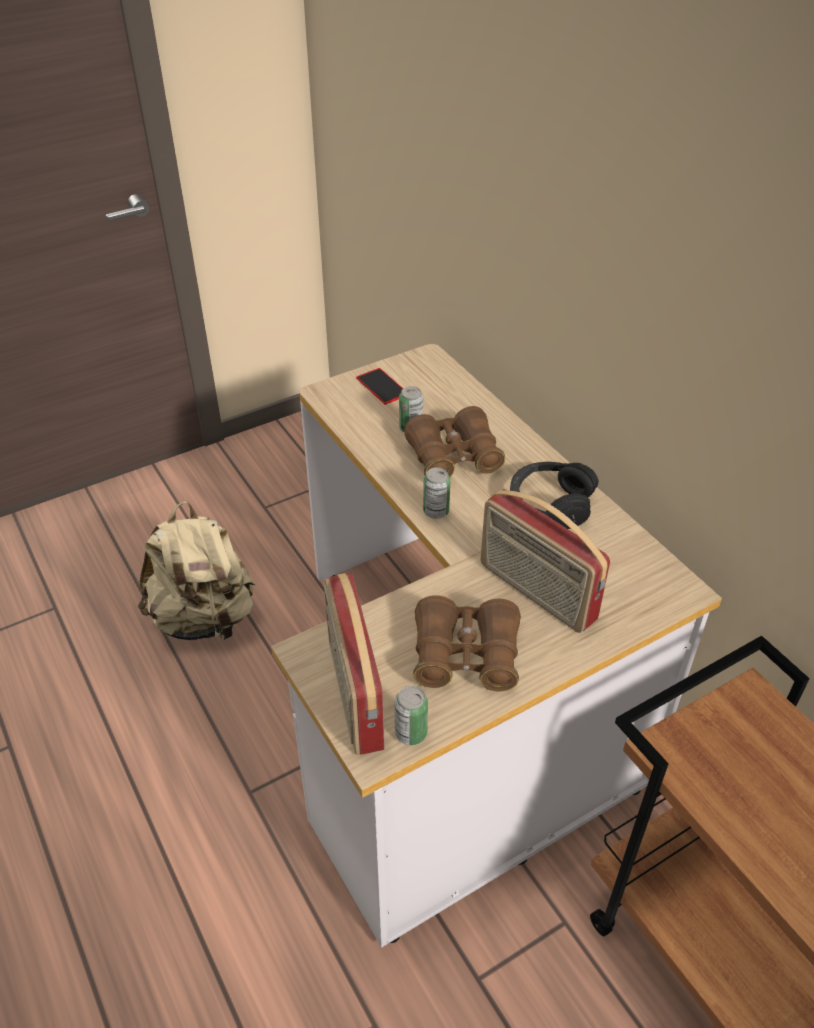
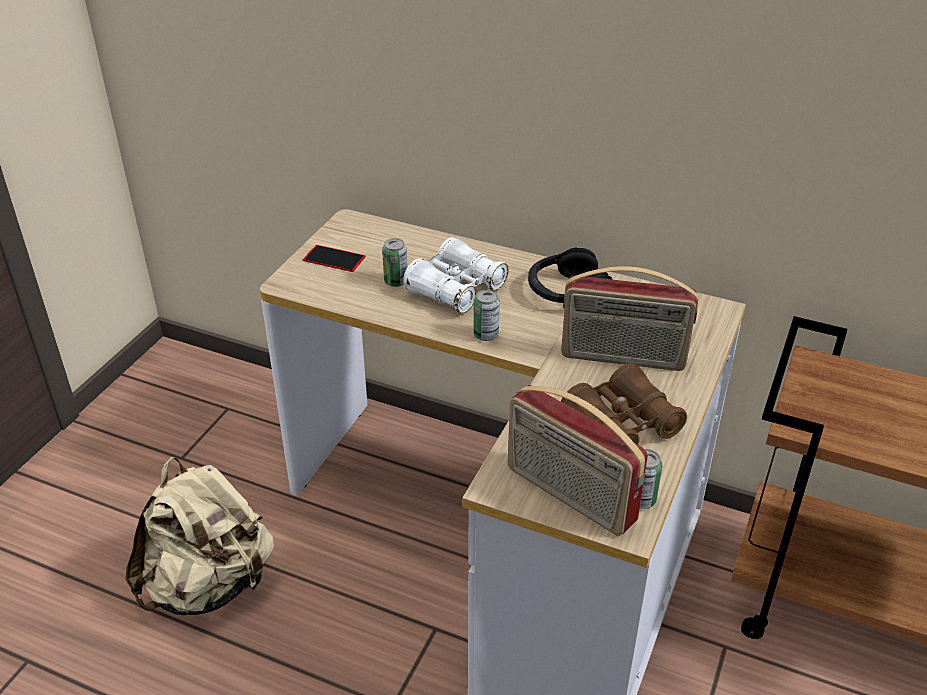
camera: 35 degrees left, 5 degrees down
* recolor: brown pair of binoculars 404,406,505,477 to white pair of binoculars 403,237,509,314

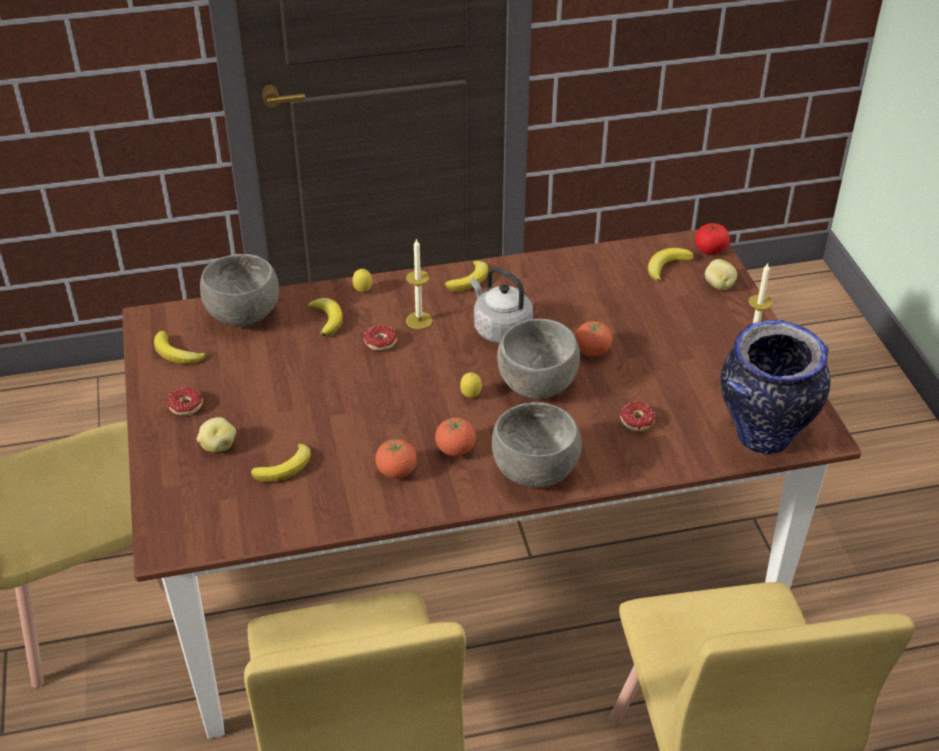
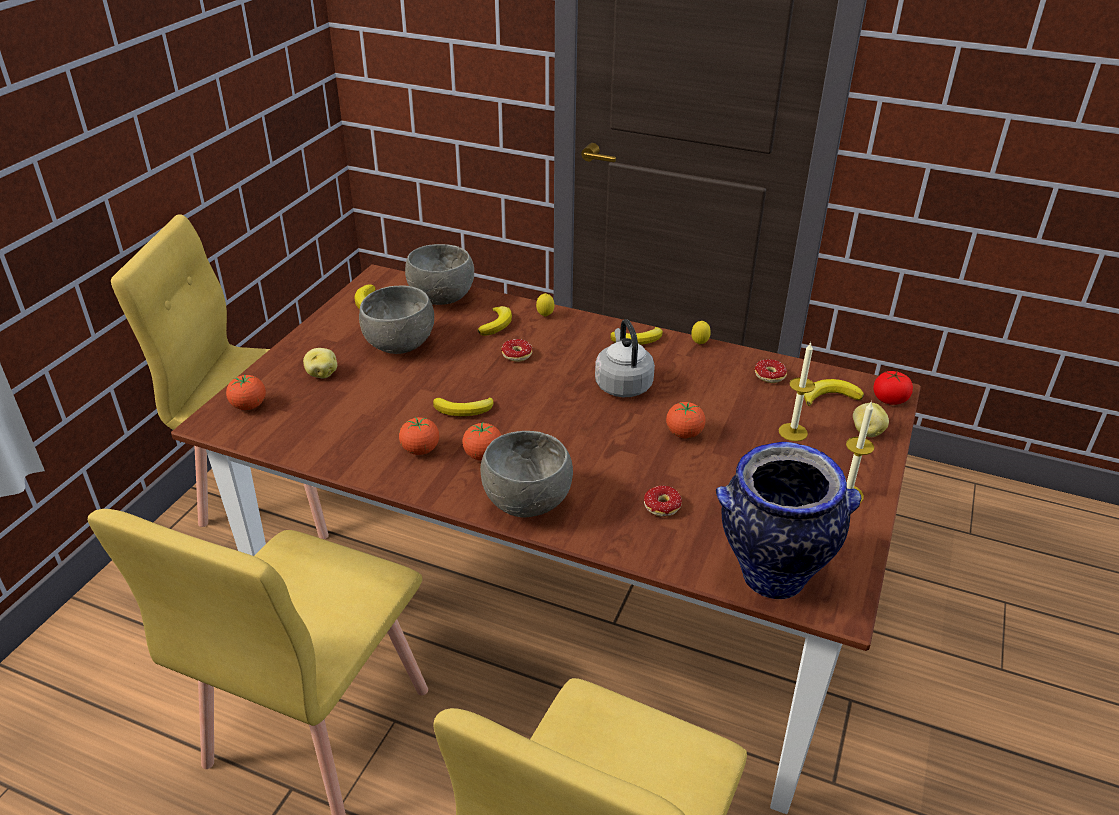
camera: 35 degrees right, 5 degrees down
* move: wax light 406,238,433,329 to 779,343,815,441
* move: gray deep dish 497,319,580,398 to 359,285,434,354
* move: citrus fruit 460,372,482,398 to 691,321,711,345
* move: donut 167,387,203,415 to 755,359,787,383
* move: whole banana 251,444,311,482 to 433,397,494,416
* insert: tomato 226,374,266,410

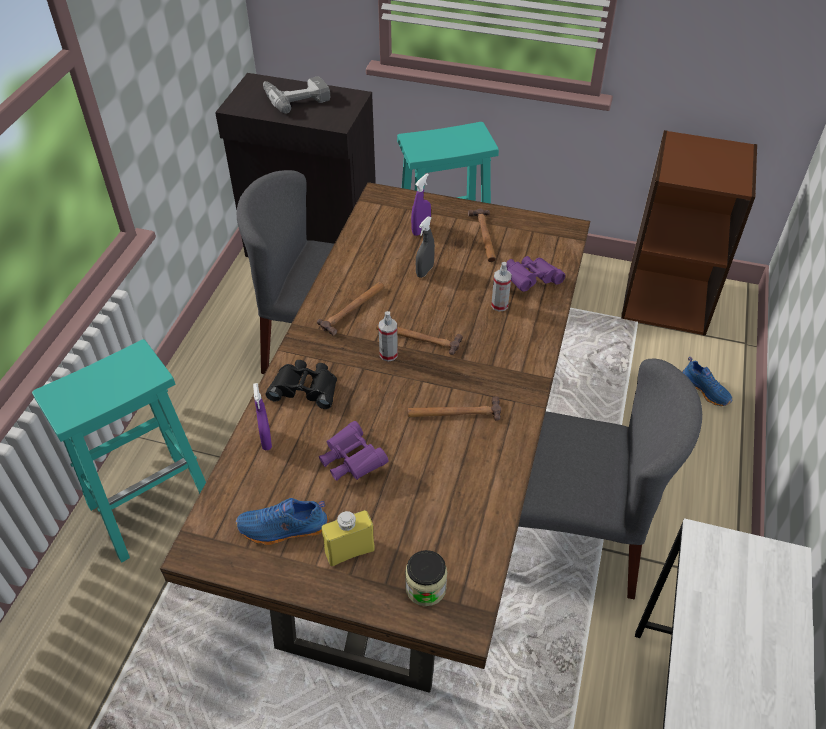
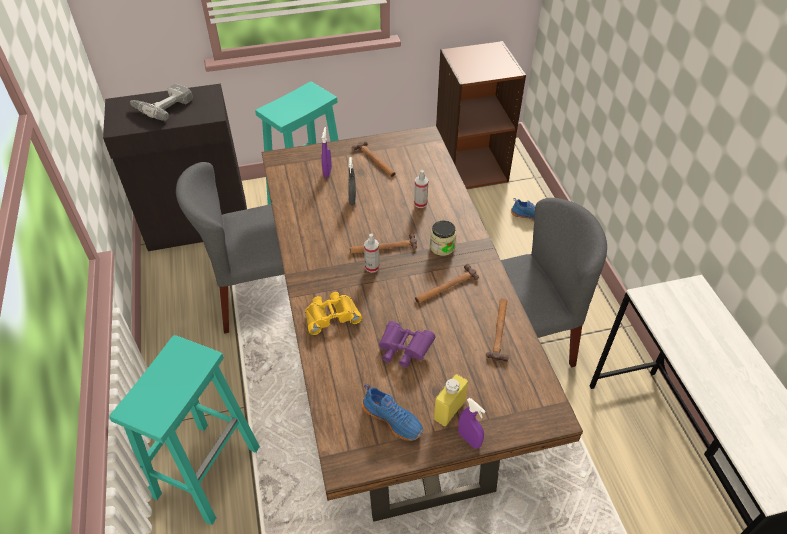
camera: 30 degrees left, 0 degrees up
* delete: purple-coloured pair of binoculars 506,256,565,292
* move: tool hammer 317,282,384,336 to 486,299,509,362
* recolor: black pair of binoculars 266,360,337,409 to yellow pair of binoculars 305,292,362,335
* move: purple-coloured hand sprayer 253,383,272,450 to 458,398,486,449
* rotate: blue-coloured shoe 236,498,329,545 = 362,384,423,441 105 degrees counterclockwise
* move: jar 405,550,447,606 to 430,220,456,256

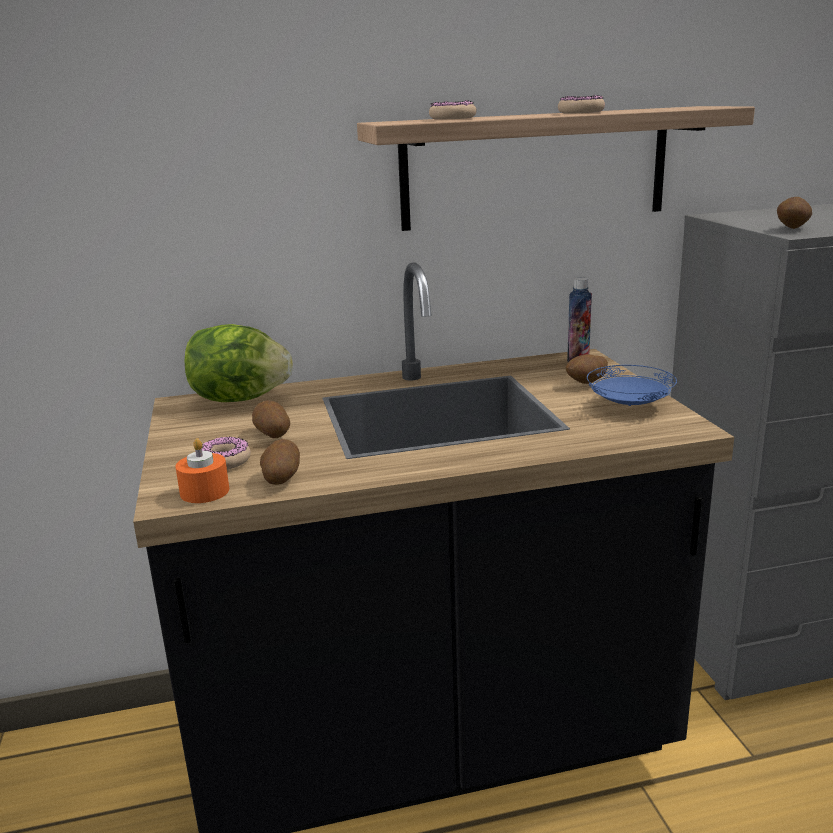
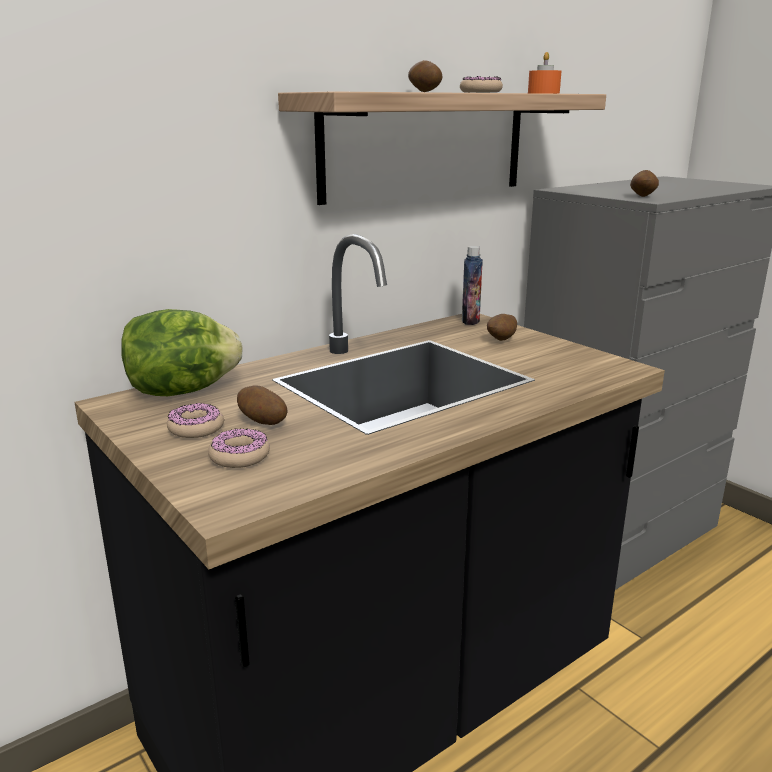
camera: 25 degrees left, 0 degrees up
* move: donut 429,100,477,120 to 167,403,224,438
* delete: blue-coloured plate 587,365,677,406
* move: orange wax light 175,438,229,503 to 528,52,561,94
* move: whole potato 260,439,300,485 to 408,60,443,92

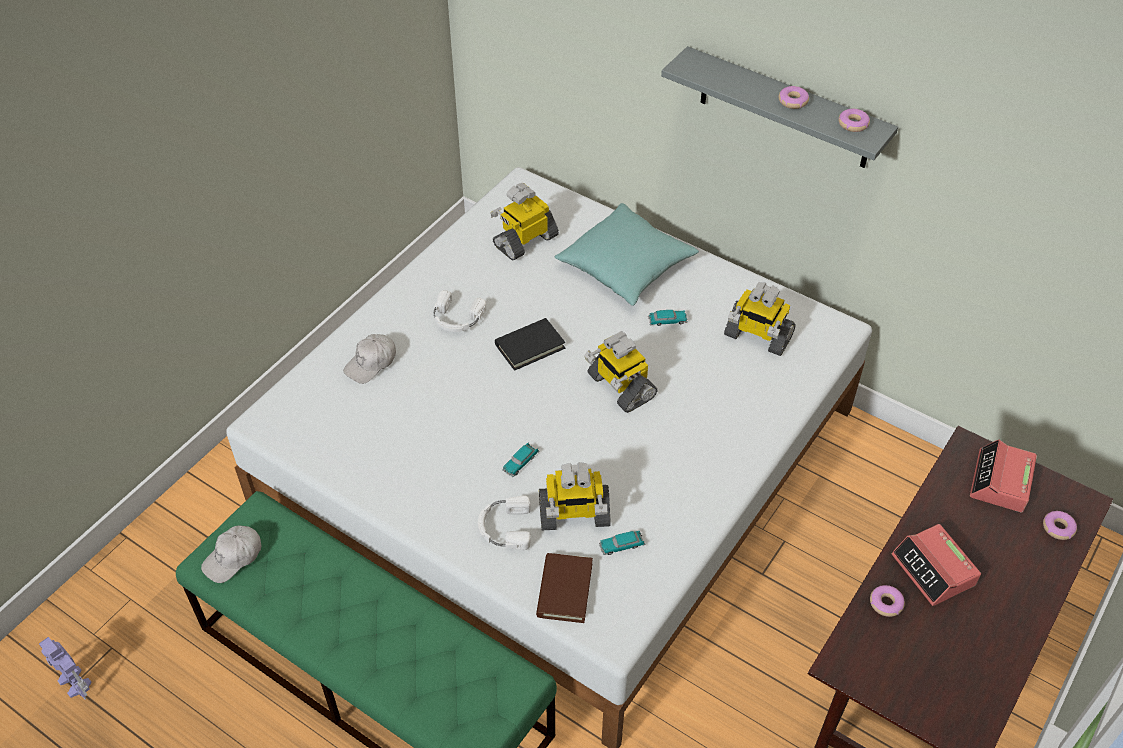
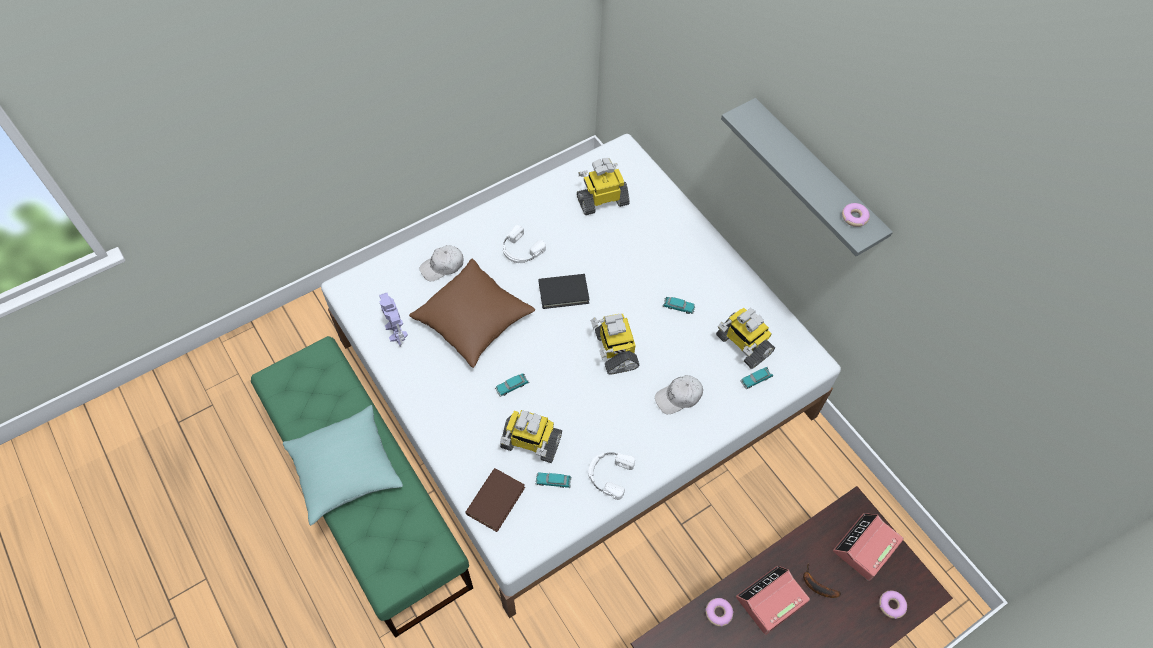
camera: 20 degrees right, 10 degrees up
* delete: donut 779,86,809,109
* move: turquoise-coloured cushion 554,203,699,306 to 283,405,403,526
* move: white headphones 478,495,531,550 to 588,452,635,500
* rotate: table clock 892,524,981,606 = 736,566,810,635 60 degrees clockwise
* move: white baseball cap 201,526,262,583 to 655,375,703,414
* move: robot figure 39,637,92,699 to 379,293,408,347
* insert: brown cushion 409,259,535,368
* insert: miniature car 740,367,773,389
* insert: whole banana 803,564,841,598

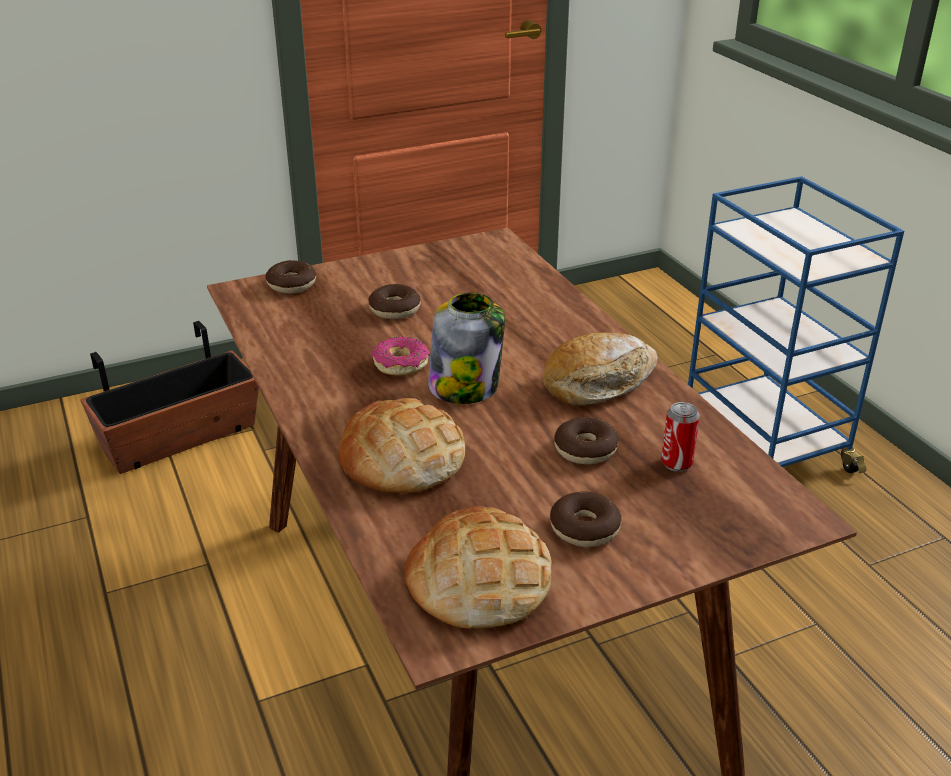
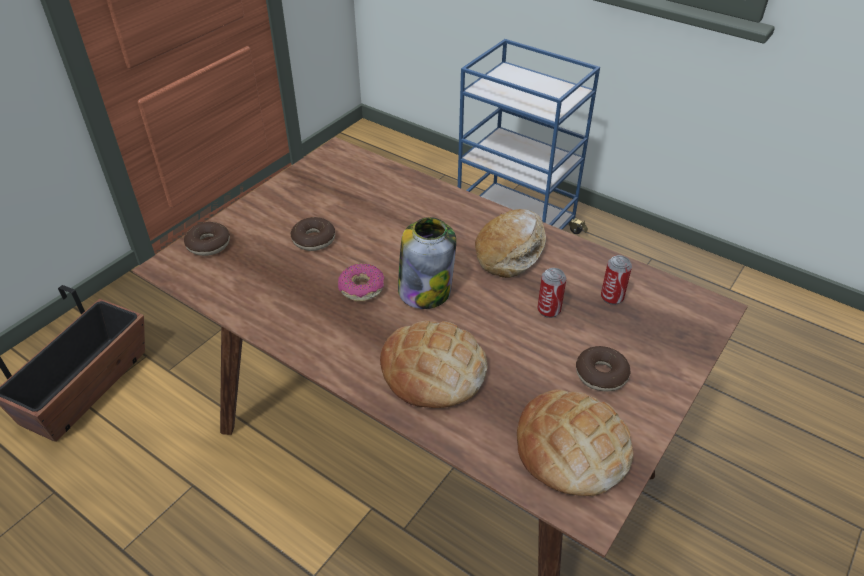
camera: 30 degrees left, 10 degrees up
* replace: donut 554,417,619,464 to sealed can 537,268,566,318

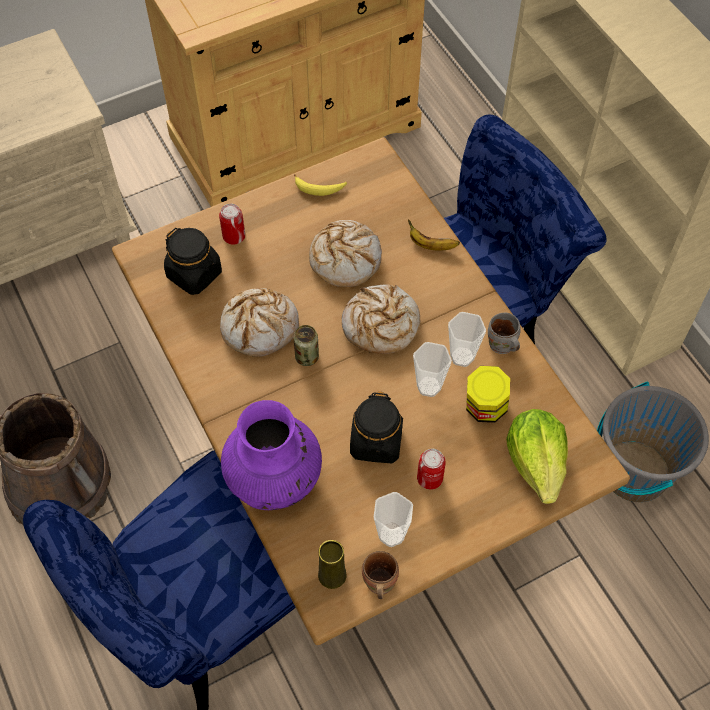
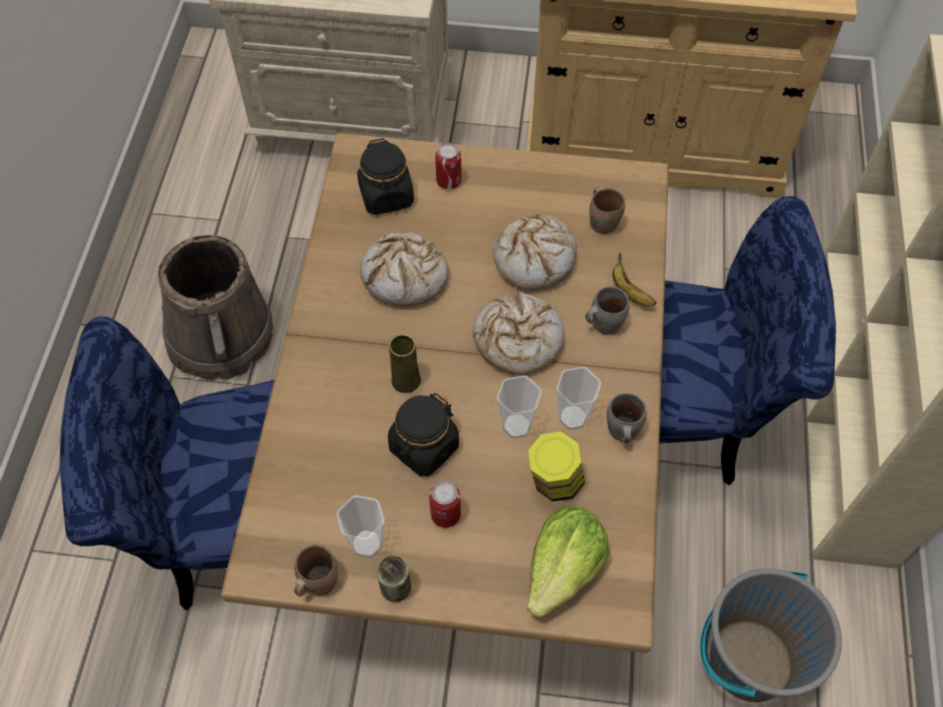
camera: 35 degrees right, 0 degrees up
* delete: whole banana 294,174,347,196
* move: sealed can 293,325,319,366 to 377,556,411,602
* delete: purple-coloured decorative vase 221,400,322,510
* move: yellow decorative vase 318,540,347,589 to 389,334,421,393
* insert: brown tea mug 589,187,625,234
* insert: gray tea mug 586,286,629,335

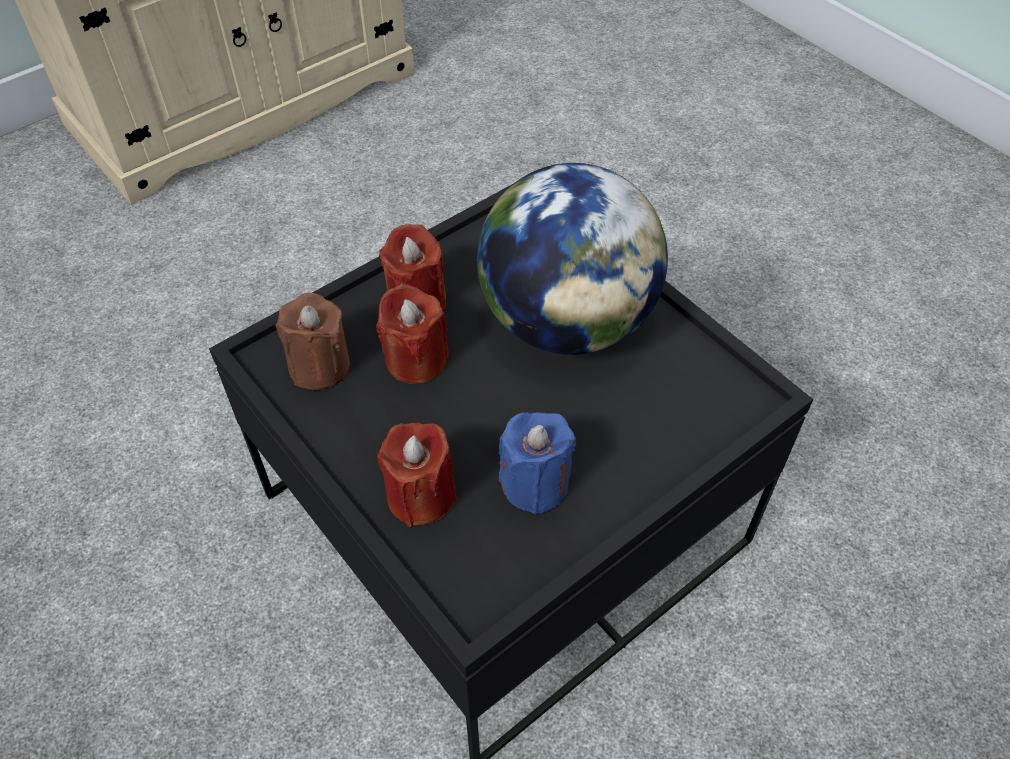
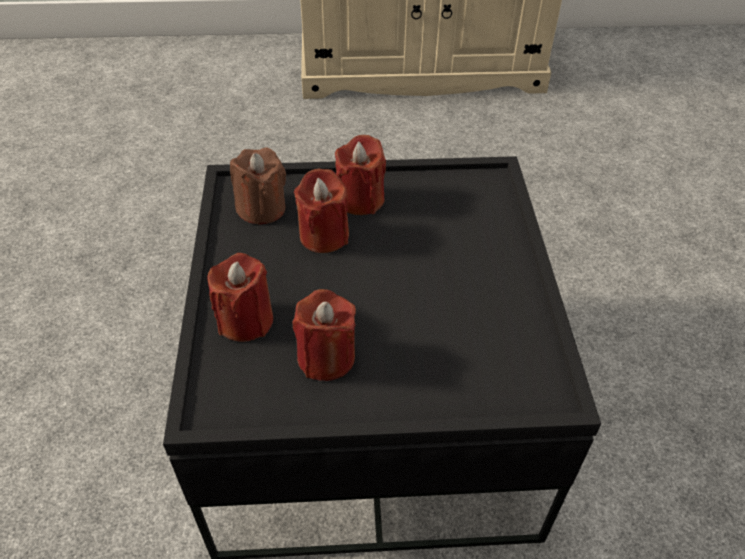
camera: 35 degrees right, 5 degrees down
* delete: world globe 477,163,668,355
* recolor: blue-coloured wax light 499,412,576,515 to red wax light 292,289,356,381

